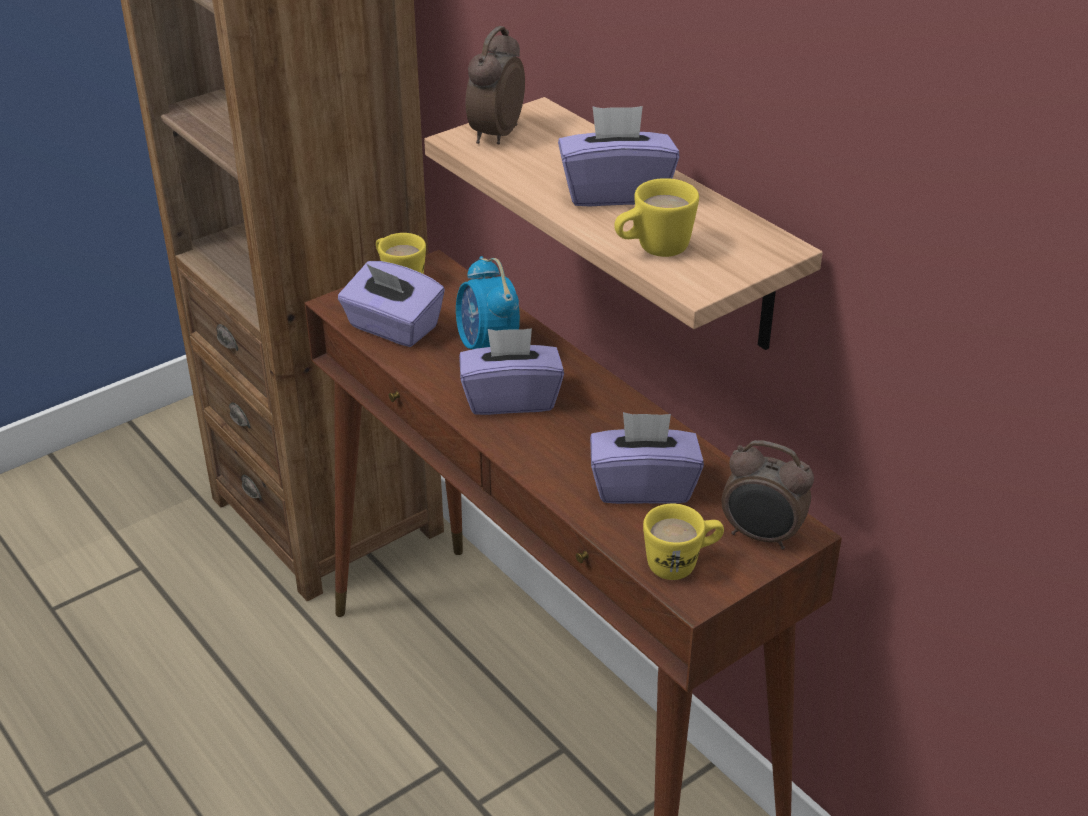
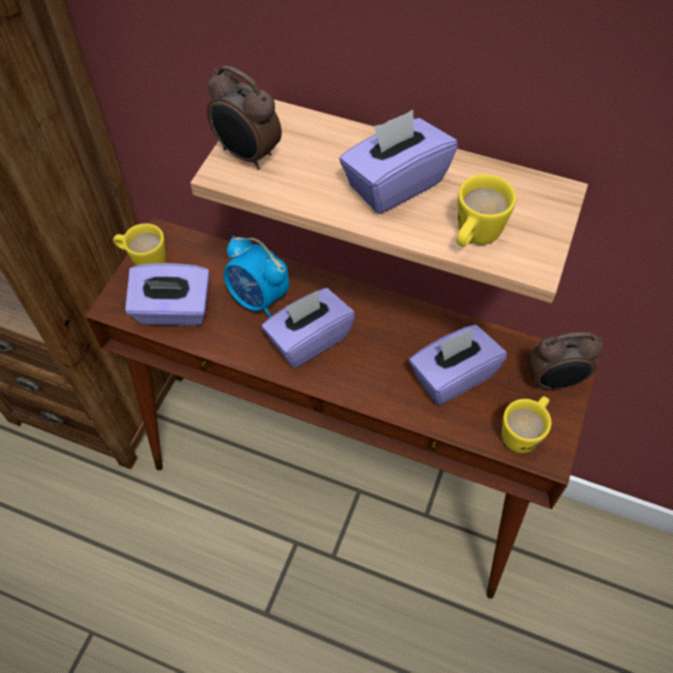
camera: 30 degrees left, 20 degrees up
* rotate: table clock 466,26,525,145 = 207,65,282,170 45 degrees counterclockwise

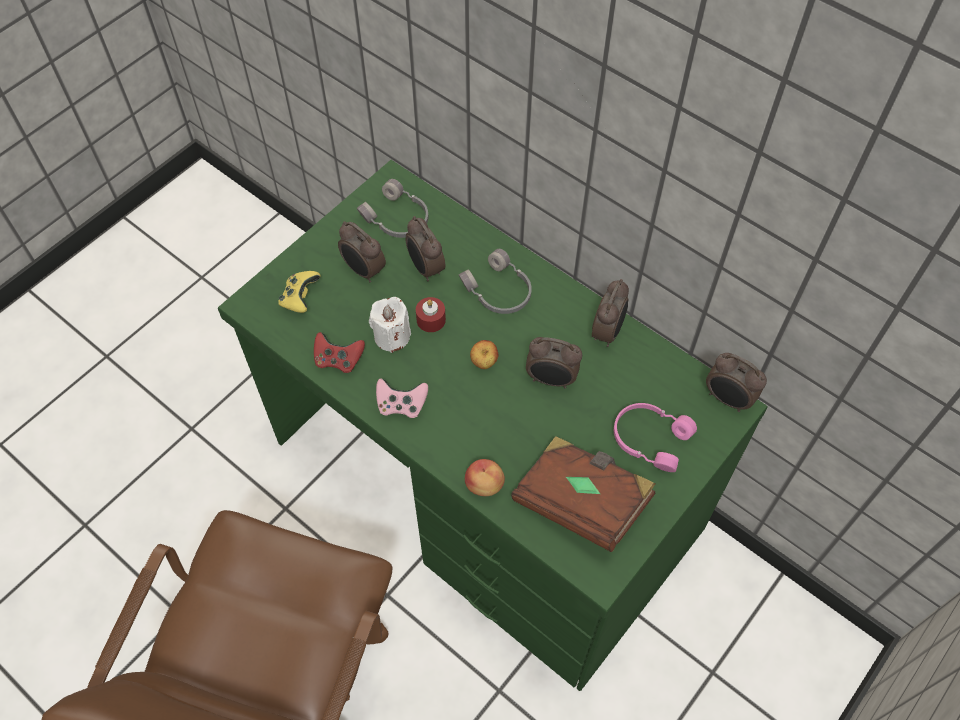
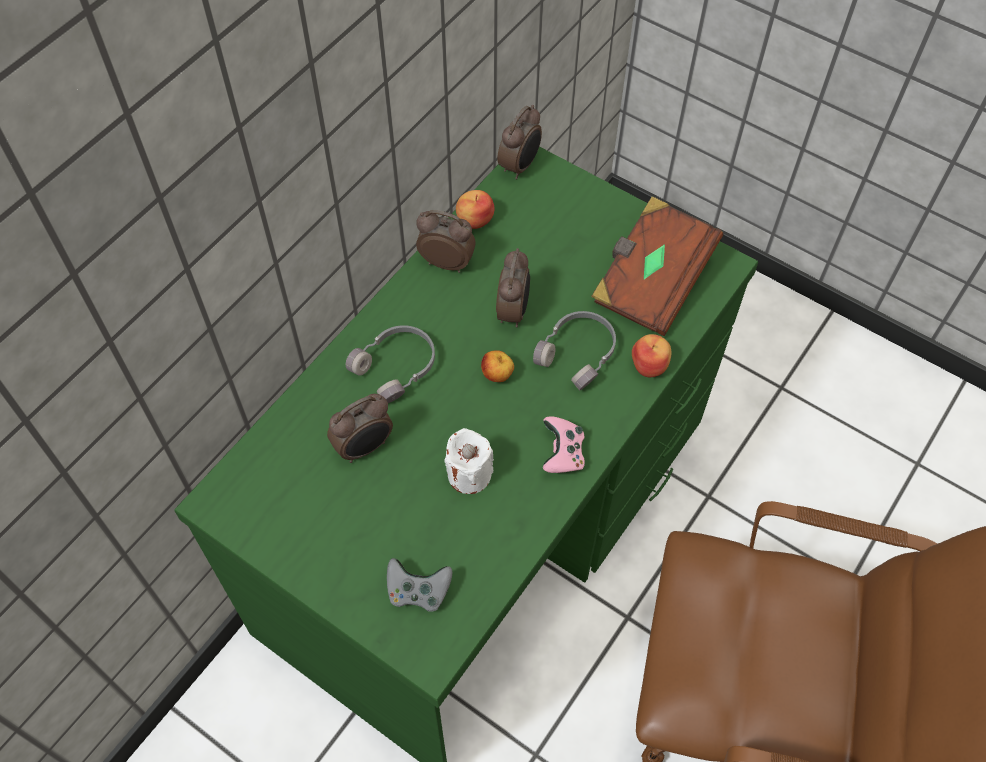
camera: 95 degrees left, 0 degrees up
* move: gray headphones 357,179,428,238 to 533,311,616,390
* delete: table clock 338,221,386,282
* recolor: yellow game controller 279,271,321,313 to gray game controller 387,558,452,612
* delete: red wax light 416,297,446,332
* delete: red game controller 314,332,365,373
* delete: pinkish headphones 614,403,697,472
* insert: whole apple 456,190,494,229

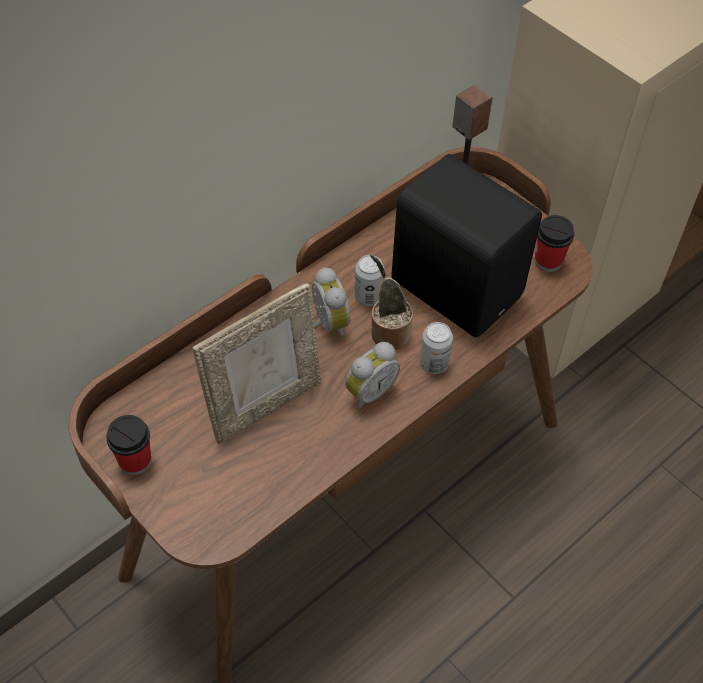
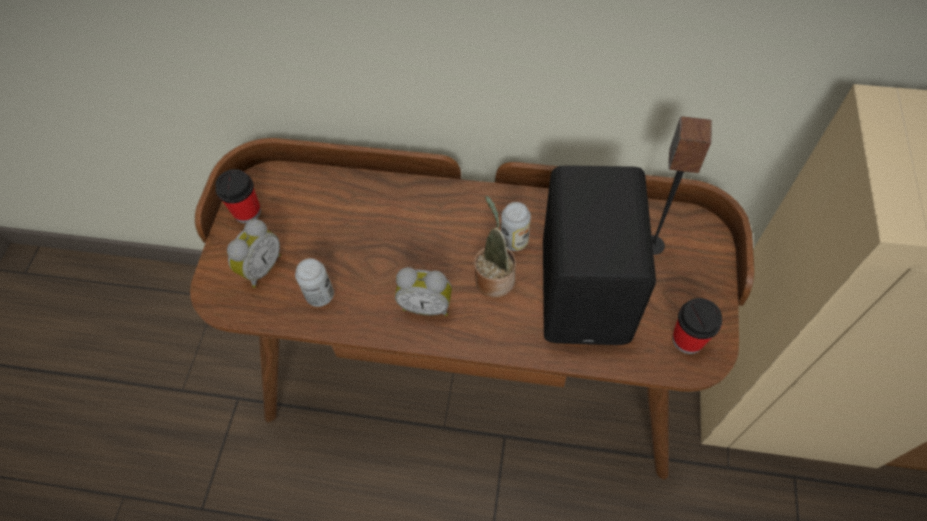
camera: 55 degrees right, 5 degrees up
* move: table clock 312,267,350,338 to 227,219,281,288
* delete: standing frame 192,283,321,445
* move: sealed can 420,322,453,374 to 295,258,334,307

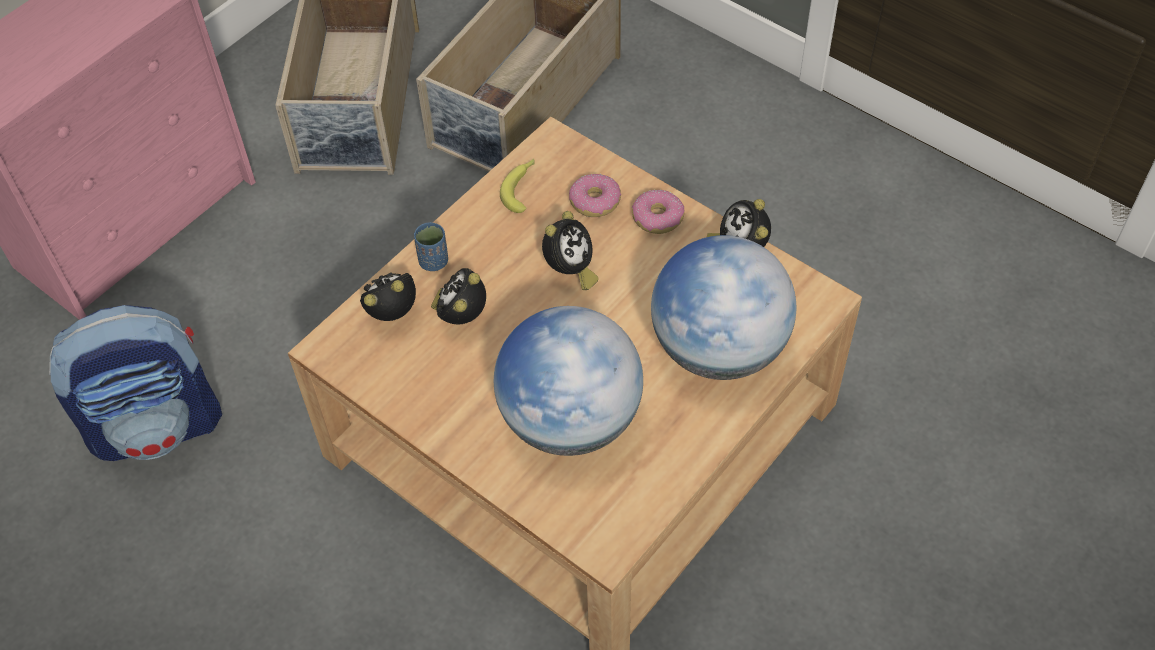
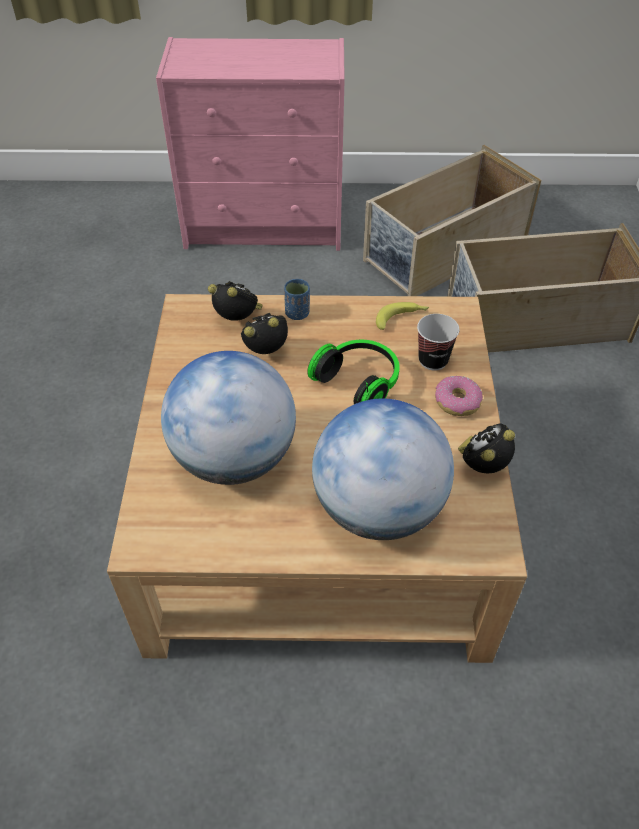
camera: 50 degrees right, 5 degrees down
* replace: donut 569,174,621,217 to drinking cup 417,314,459,371
* replace: table clock 542,211,599,290 to headphones 307,340,400,404
* delete: rucksack 49,305,222,461

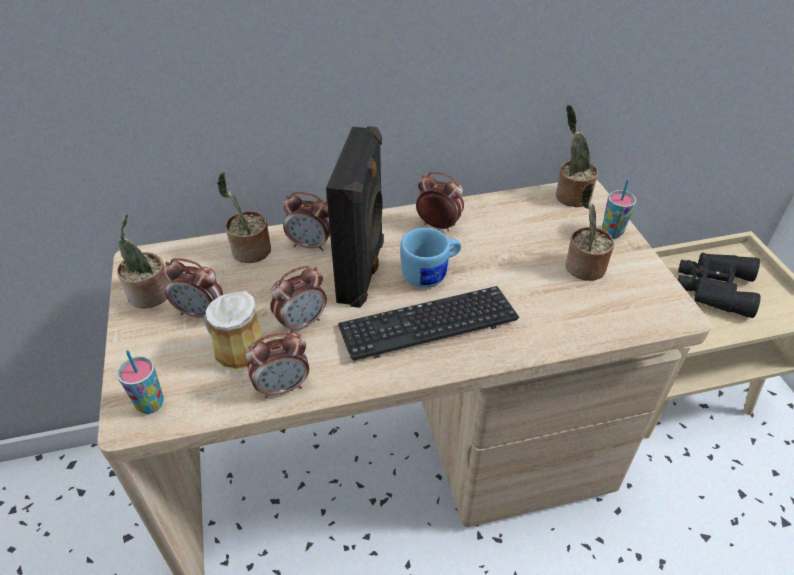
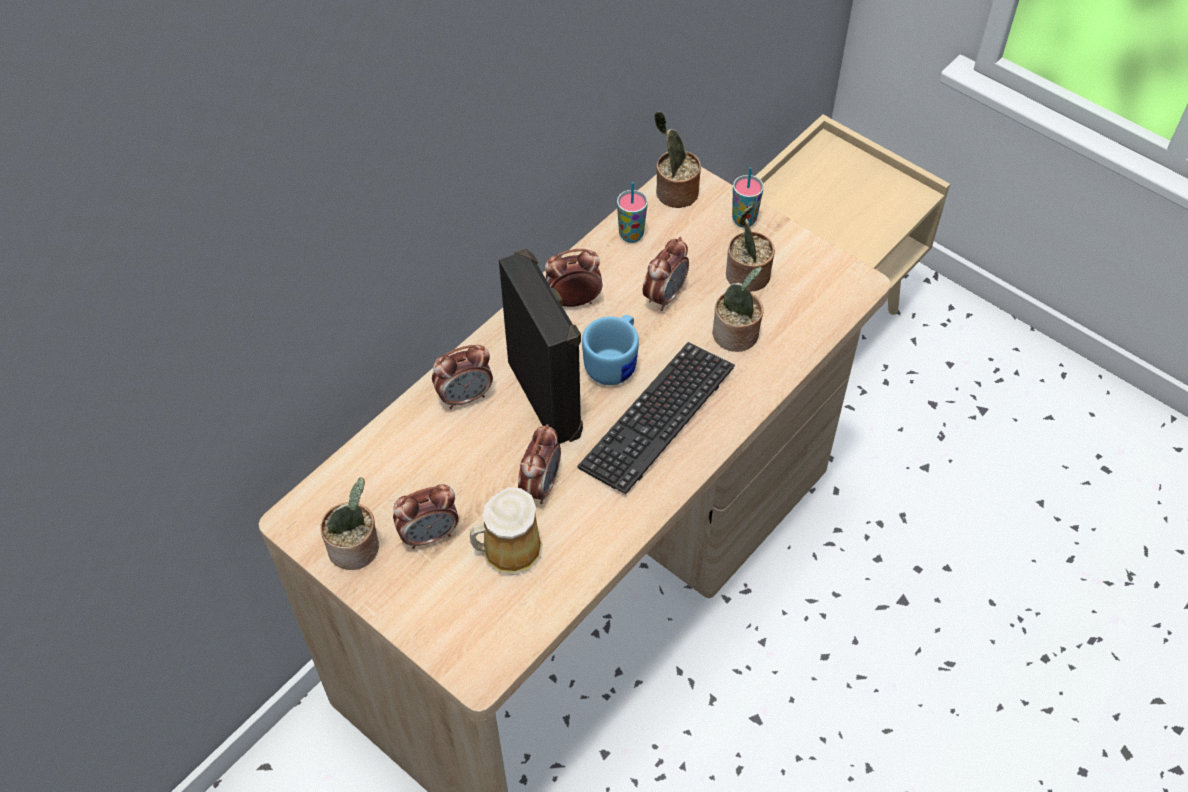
camera: 35 degrees left, 10 degrees up
* move: potted plant 217,172,271,263 to 712,267,763,352
* delete: black pair of binoculars 678,253,761,318
* move: table clock 246,332,309,399 to 643,237,689,311
* move: drinking cup 117,350,164,414 to 617,182,648,243

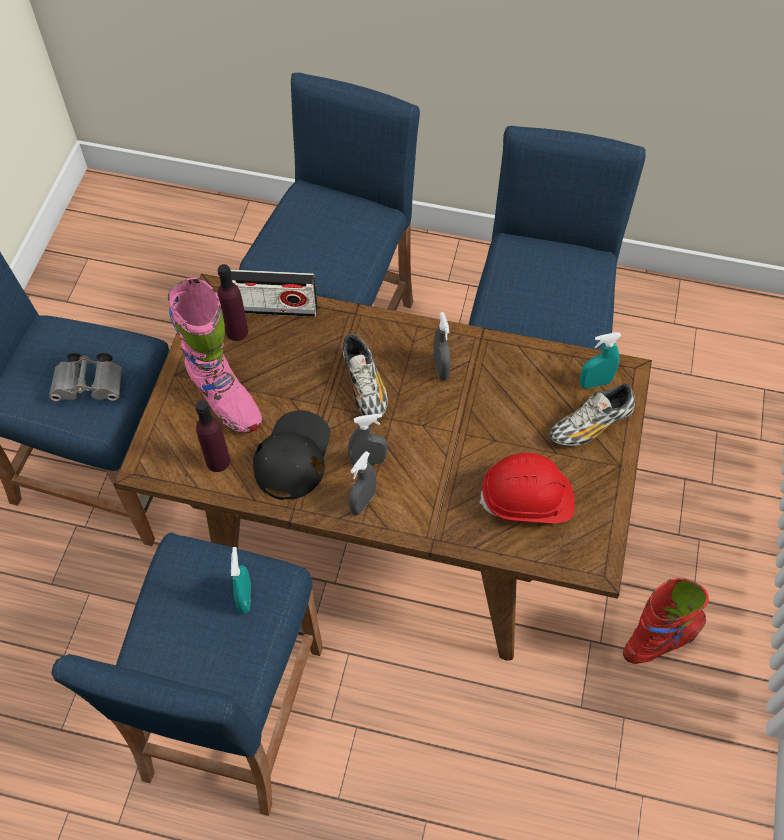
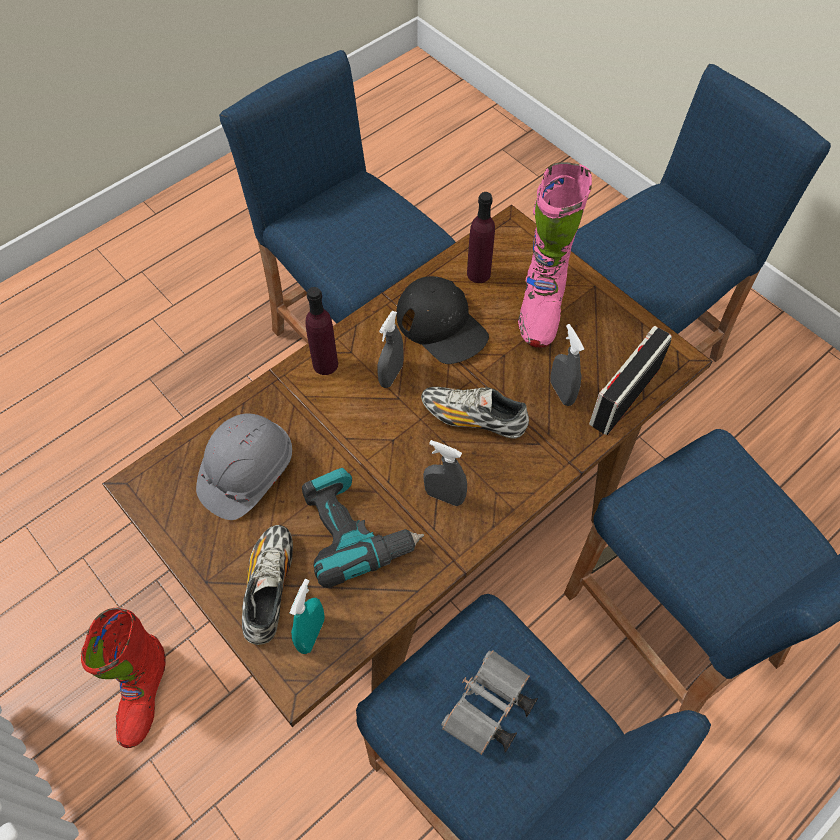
camera: 125 degrees right, 0 degrees up
* move: purple-coloured bottle 217,264,248,341 to 305,287,338,375
* rotate: pinkish tall boot 168,278,262,433 = 518,162,592,348 75 degrees counterclockwise
* move: gray pair of binoculars 49,353,122,401 to 441,650,538,755
* move: gray hand sprayer 348,451,376,515 to 550,324,584,406
* recolor: red work helmet 479,453,575,523 to gray work helmet 196,413,292,520
* delete: turquoise-coloured hand sprayer 231,547,251,614
* insert: power drill 302,468,424,588

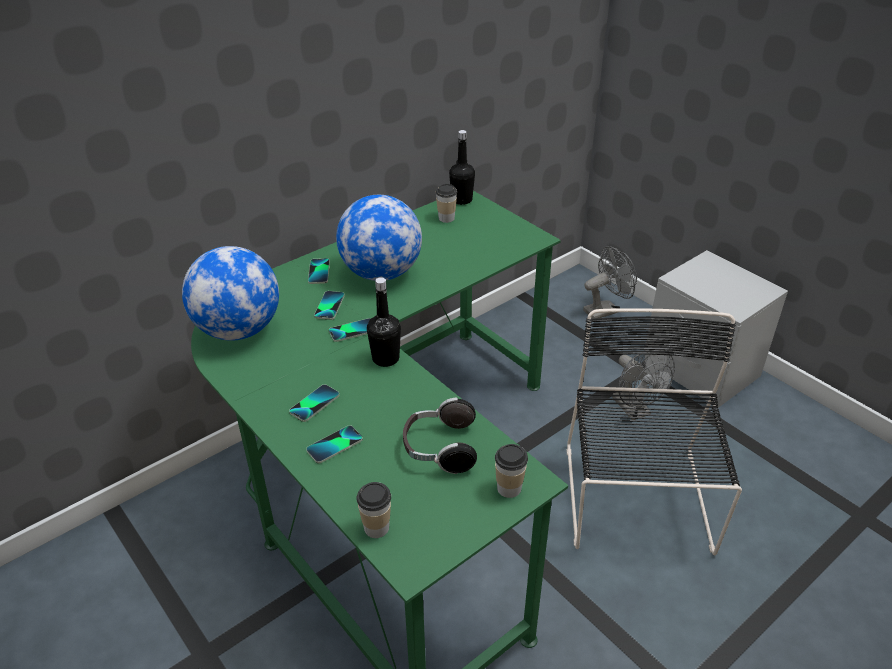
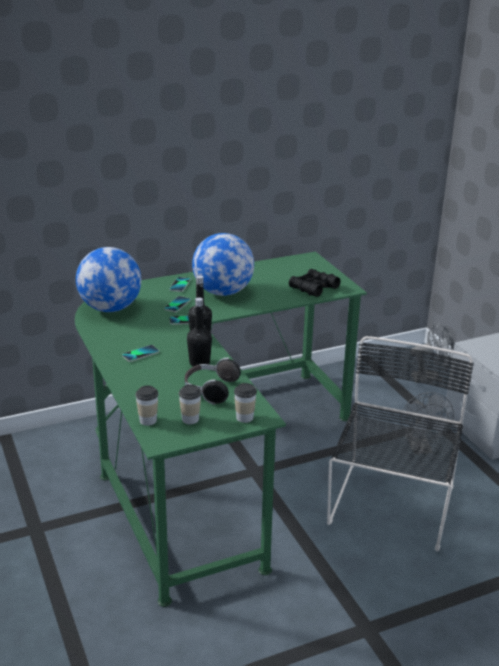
camera: 15 degrees right, 10 degrees down
* move: black bottle 449,130,475,205 to 187,297,212,367
* move: drinking cup 436,184,457,223 to 179,384,201,424
* delete: phone 306,425,363,463
* insert: black pair of binoculars 289,269,341,297

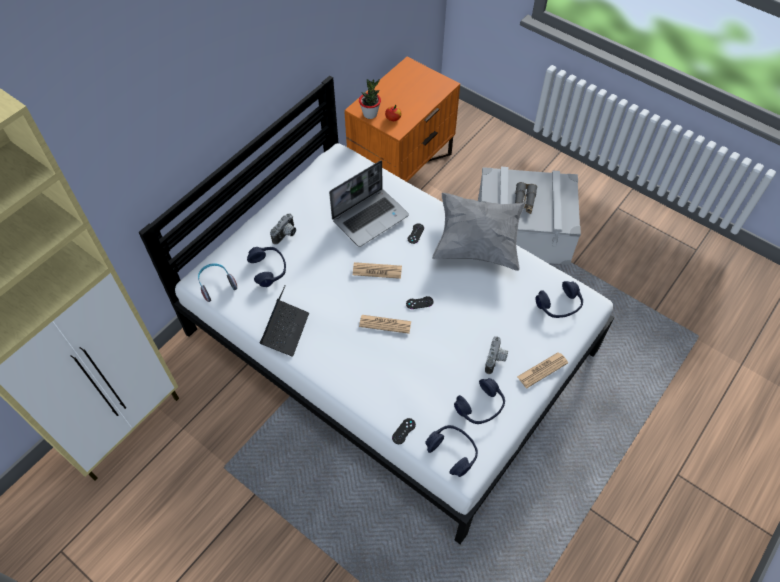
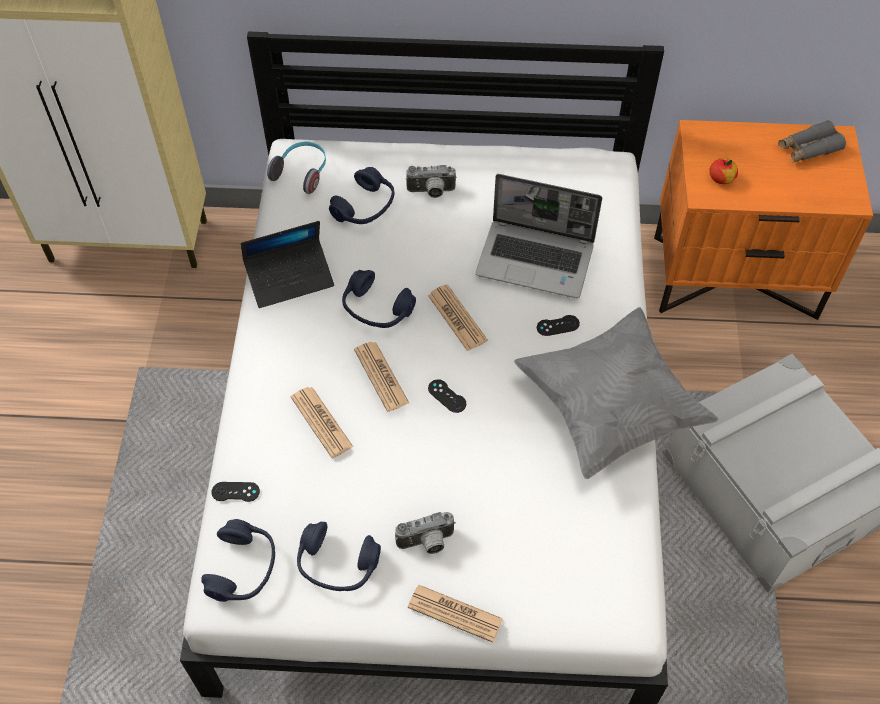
camera: 55 degrees right, 0 degrees up
* delete: potted plant 359,79,381,119
* move: gray pair of binoculars 515,182,537,214 to 778,120,846,163
* move: blue-coloured headphones 535,281,583,318 to 342,270,416,328
* insert: newspaper 291,387,353,458

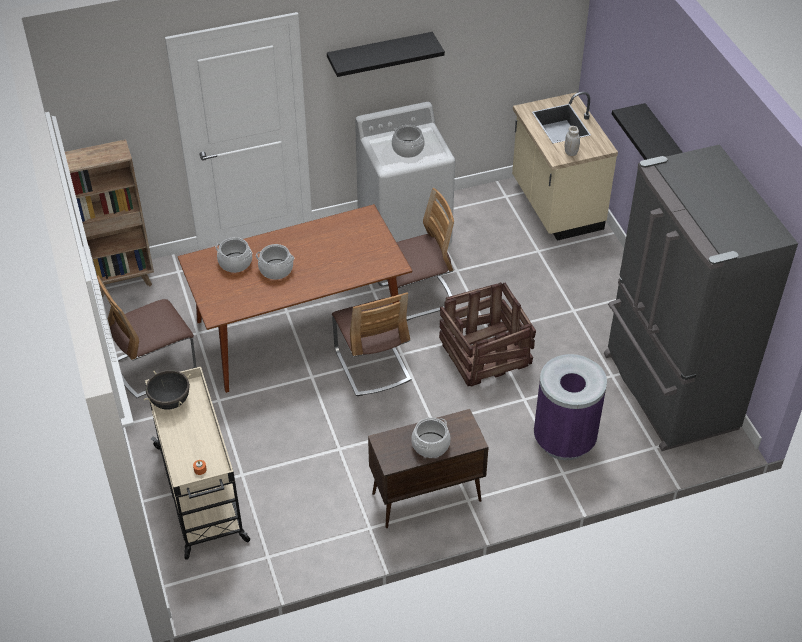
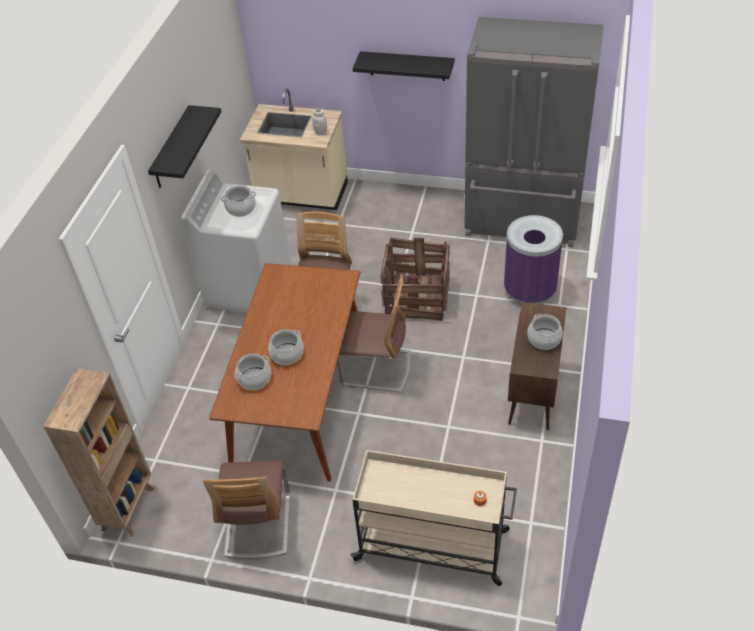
camera: 55 degrees left, 0 degrees up
* delete: black saucepot 144,370,191,409

